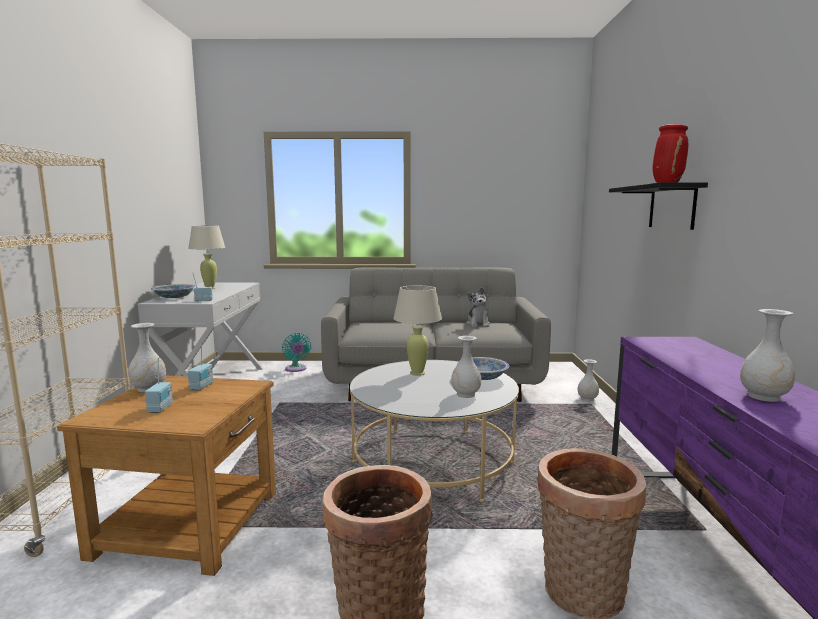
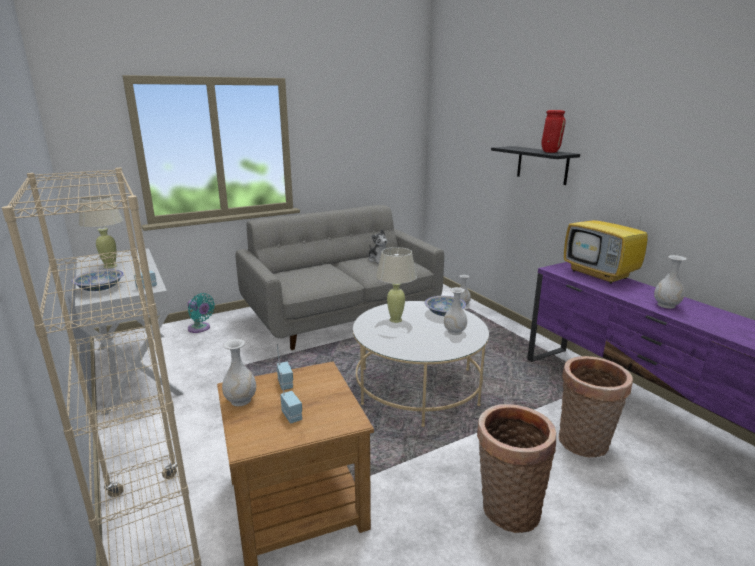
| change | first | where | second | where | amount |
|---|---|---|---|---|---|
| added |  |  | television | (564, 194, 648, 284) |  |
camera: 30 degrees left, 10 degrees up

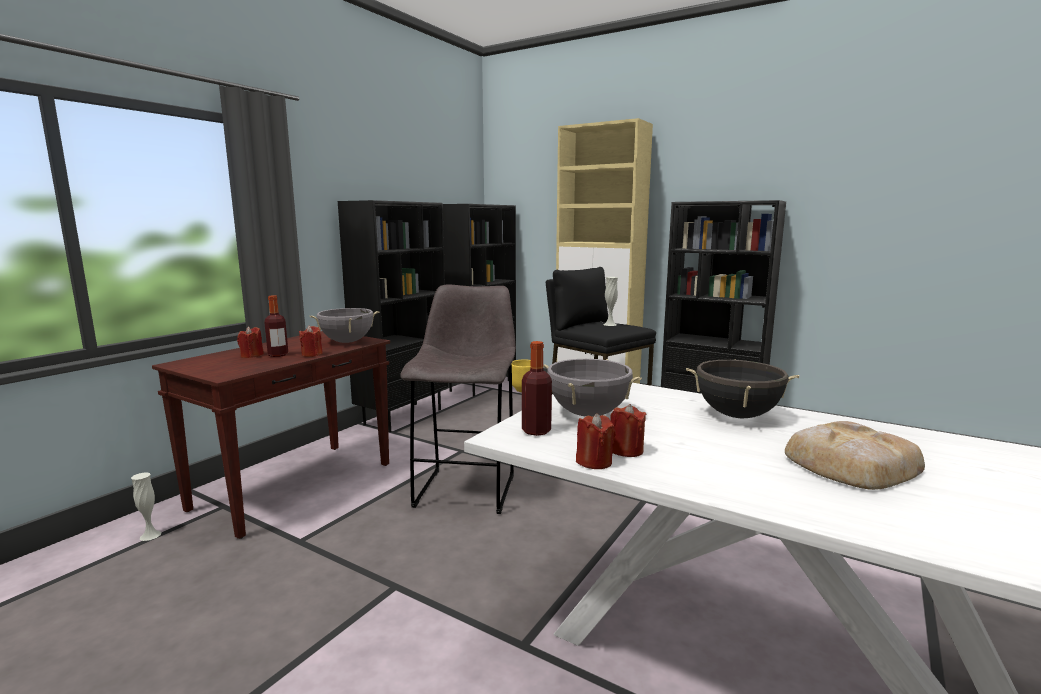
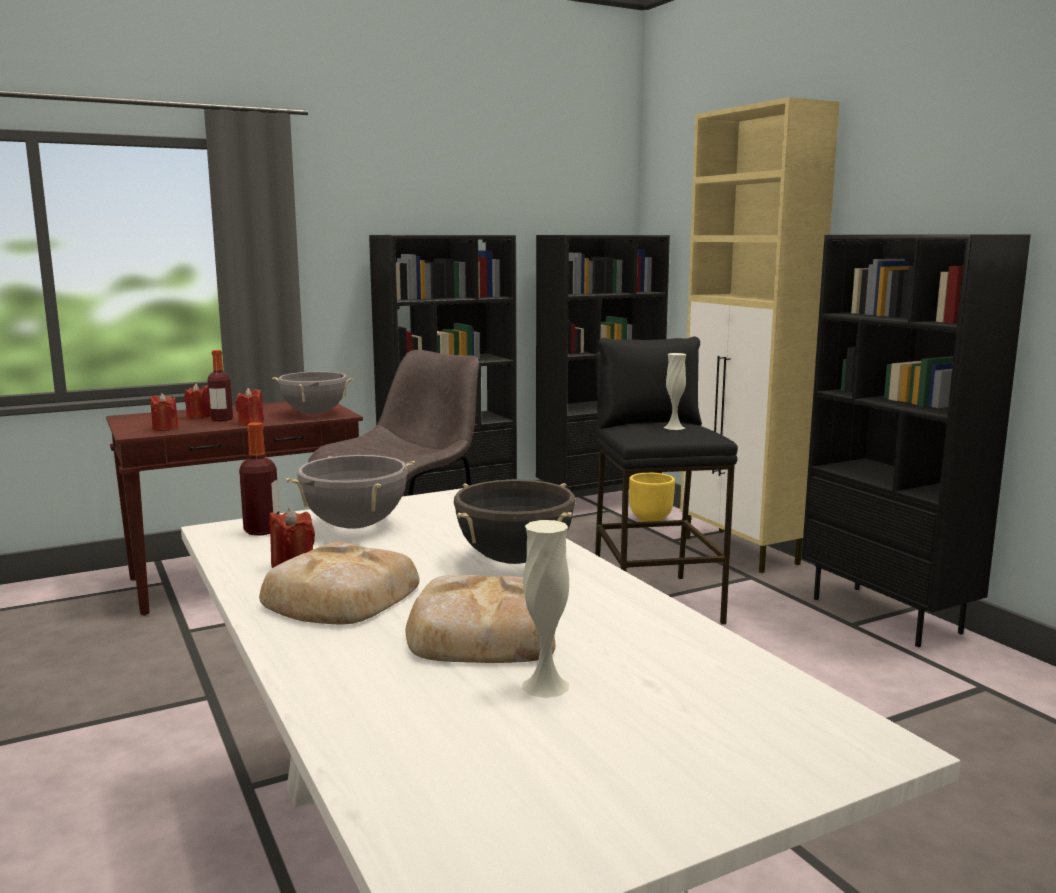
| change | first | where | second | where | amount |
|---|---|---|---|---|---|
| added |  |  | bread | (259, 542, 420, 624) |  |
| moved | vase (white) | (131, 472, 161, 541) |  | (522, 520, 569, 698) |  |
| moved | candle (red) | (576, 413, 616, 469) |  | (150, 393, 178, 431) |  |
camera: 30 degrees right, 0 degrees up

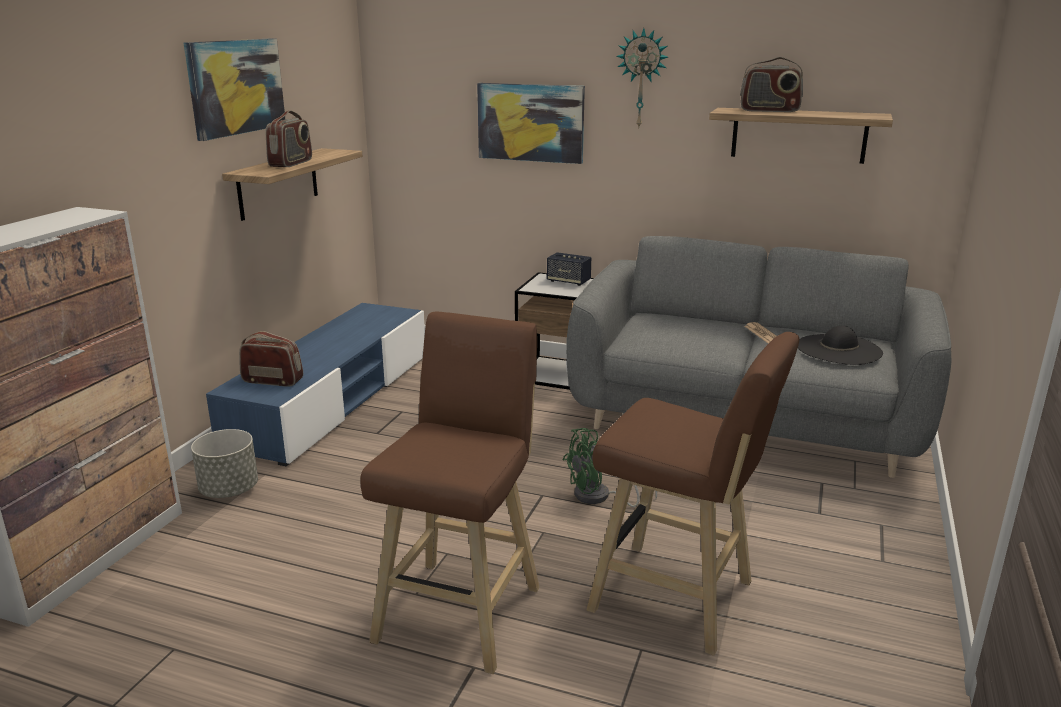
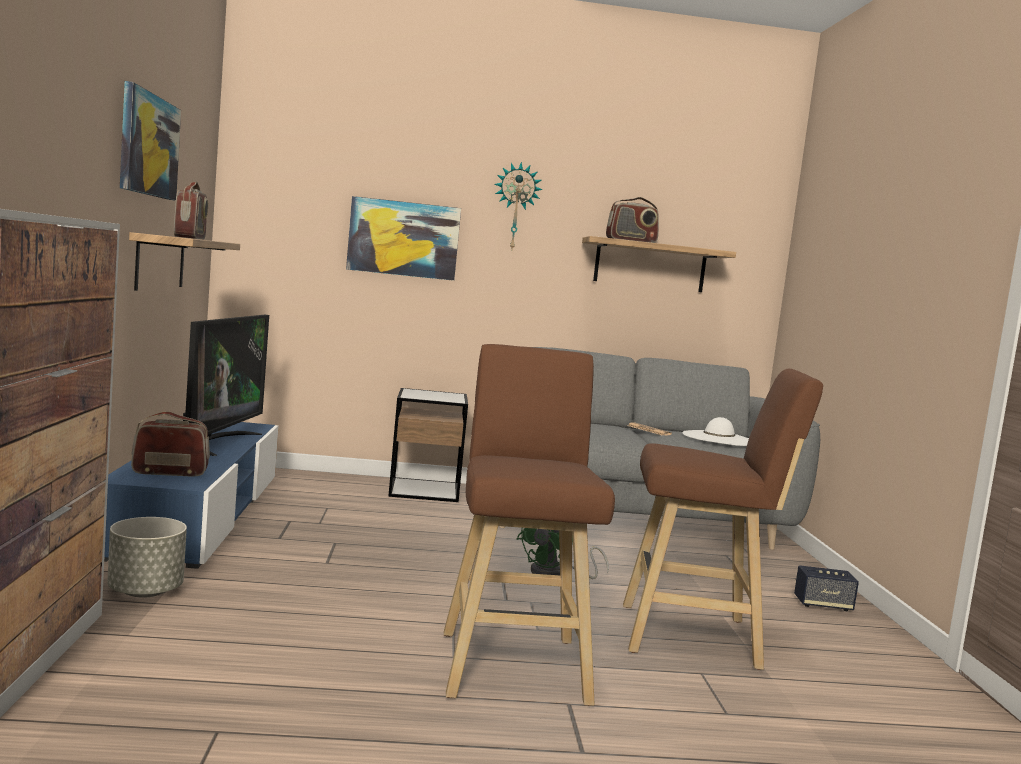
| change | first | where | second | where | amount |
|---|---|---|---|---|---|
| added |  |  | television | (183, 315, 269, 456) |  |
| moved | speaker | (547, 252, 591, 286) |  | (794, 565, 859, 611) |  |
| recoloured | hat (black) | (798, 326, 883, 365) | hat (white) | (682, 417, 749, 446) |  |
camera: 25 degrees left, 15 degrees down

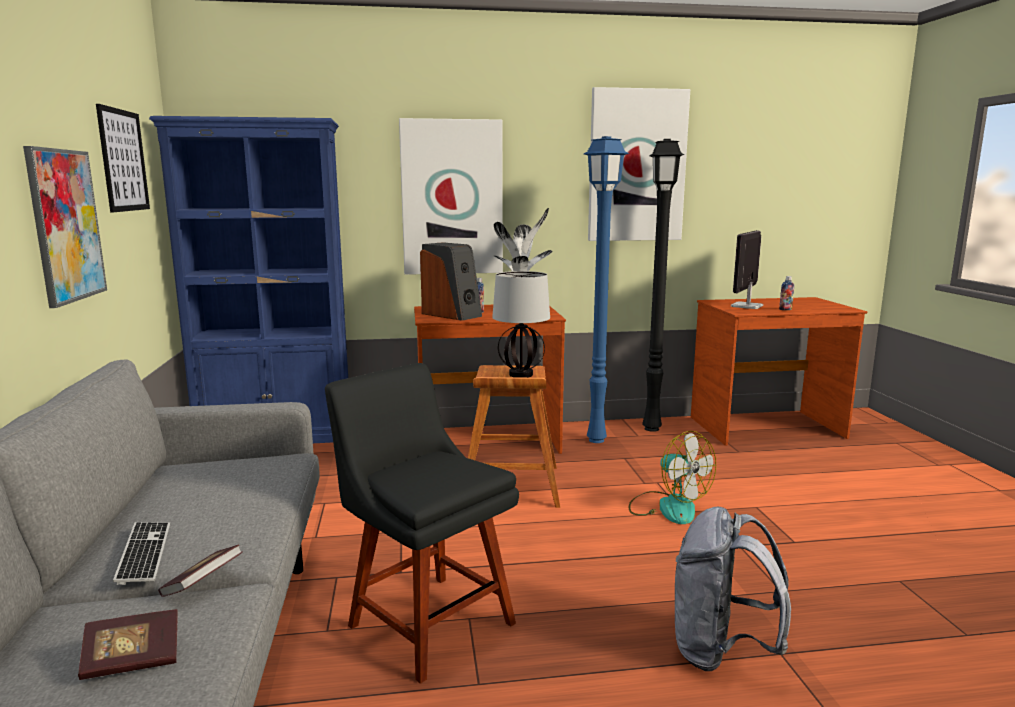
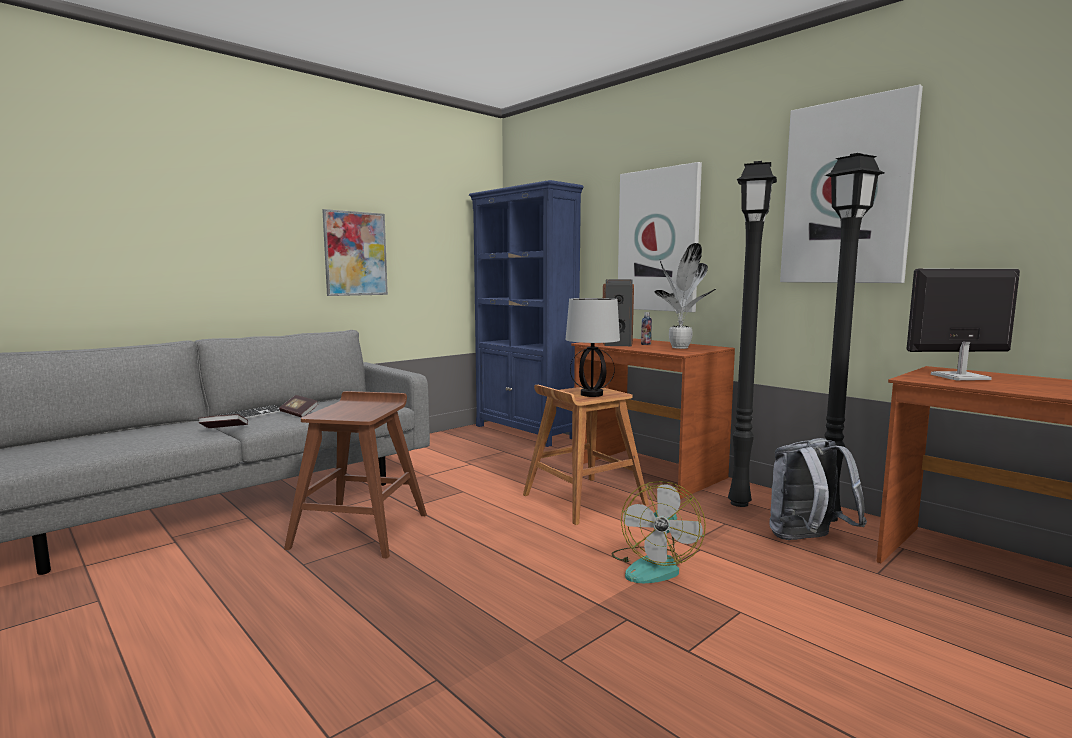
| change | first | where | second | where | amount |
|---|---|---|---|---|---|
| removed | picture | (96, 104, 150, 212) |  |  |  |
| removed | bottle | (779, 276, 794, 310) |  |  |  |
| moved | book | (78, 609, 177, 680) |  | (279, 395, 318, 417) |  |
| moved | backpack (grey) | (675, 507, 791, 671) |  | (769, 438, 867, 540) |  |
| replaced | chair (black) | (325, 363, 519, 684) | stool (brown) | (284, 391, 427, 559) |  |
| recoloured | floor lamp (blue) | (584, 136, 629, 443) | floor lamp (black) | (728, 161, 777, 507) |  |
camera: 55 degrees right, 5 degrees down

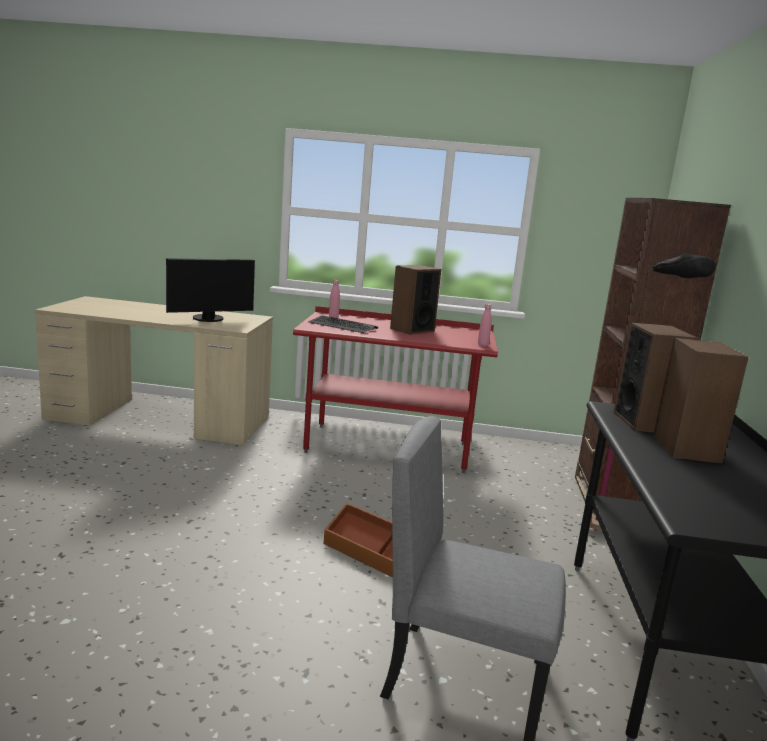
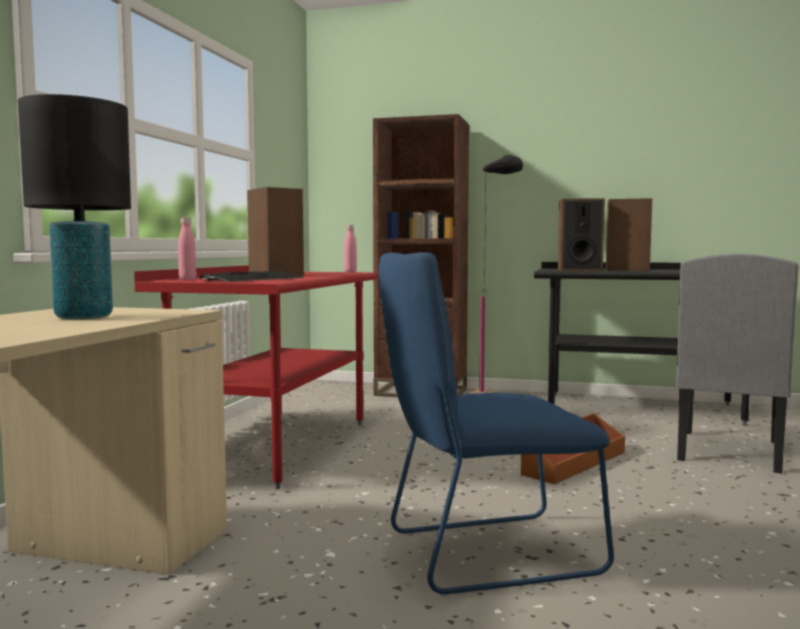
| change | first | where | second | where | amount |
|---|---|---|---|---|---|
| added |  |  | chair (blue) | (379, 252, 614, 594) |  |
| replaced | monitor | (166, 258, 255, 322) | table lamp (black) | (18, 94, 131, 319) |  |
camera: 80 degrees left, 10 degrees down

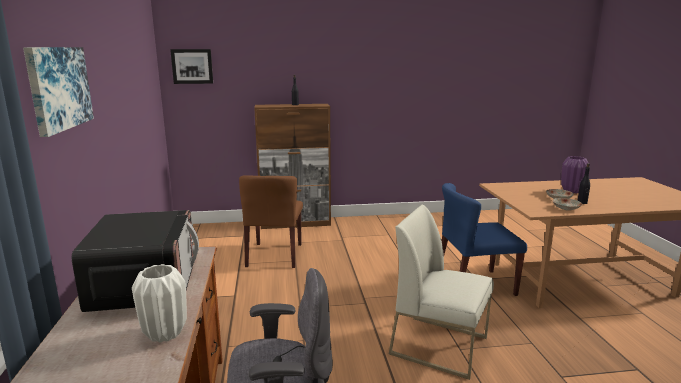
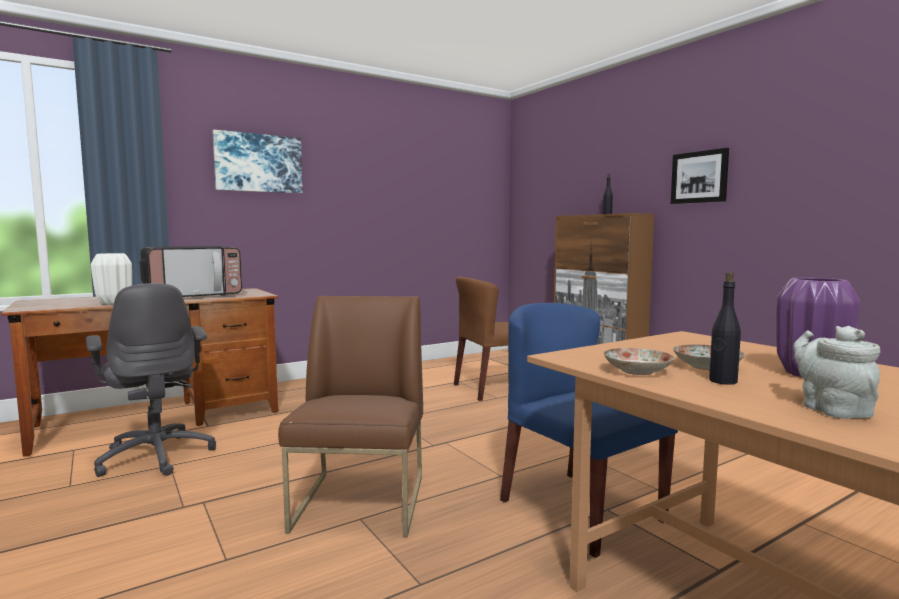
| change | first | where | second | where | amount |
|---|---|---|---|---|---|
| added |  |  | teapot (grey) | (794, 326, 881, 418) |  |
| moved | picture | (170, 49, 213, 84) |  | (671, 148, 729, 204) |  |
| recoloured | chair (white) | (389, 204, 494, 380) | chair (brown) | (278, 296, 423, 537) |  |
camera: 65 degrees right, 10 degrees down

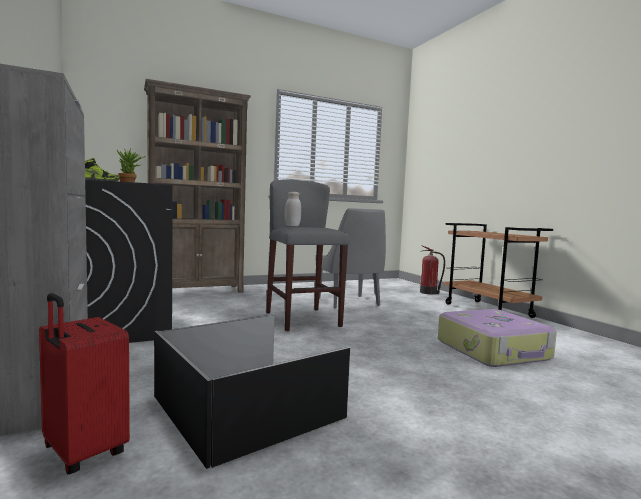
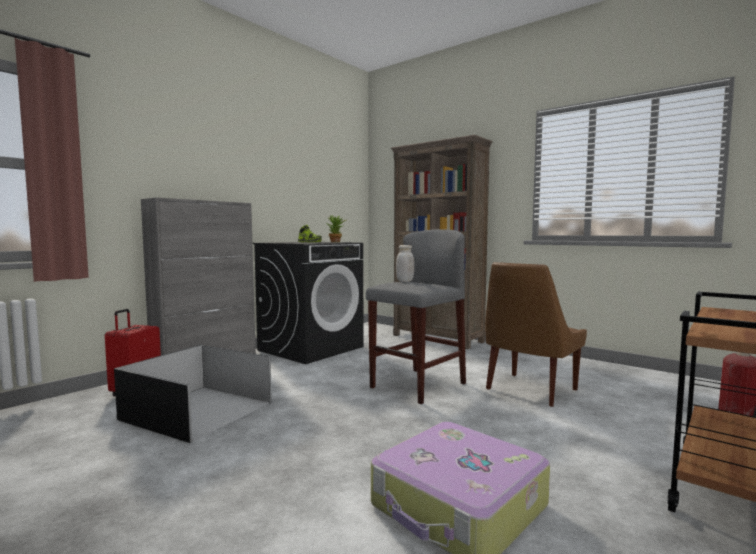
| change | first | where | second | where | amount |
|---|---|---|---|---|---|
| recoloured | chair (grey) | (315, 208, 386, 309) | chair (brown) | (485, 262, 587, 407) |  |
camera: 65 degrees right, 0 degrees up

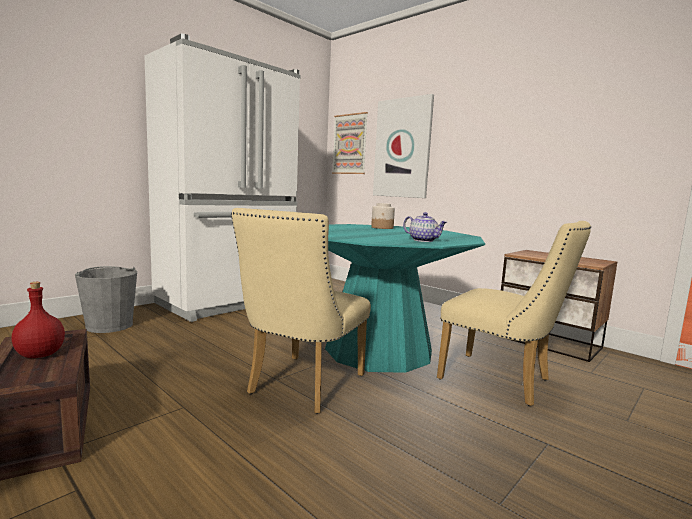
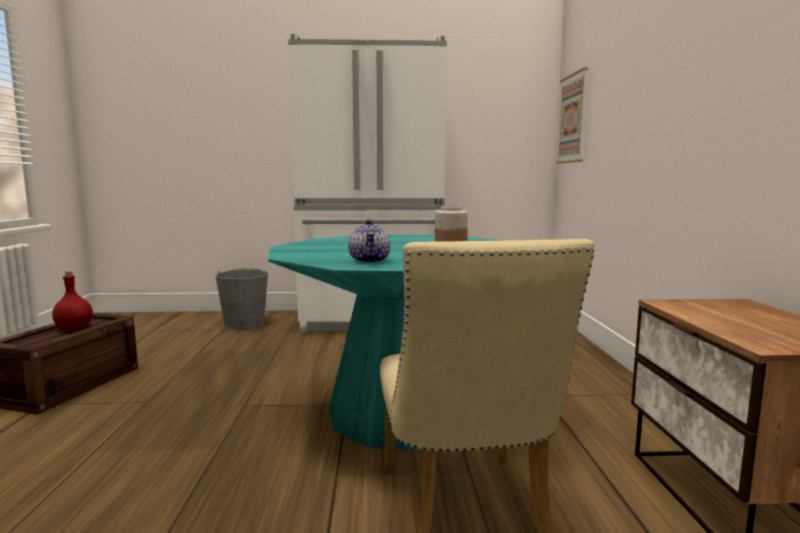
| change | first | where | second | where | amount |
|---|---|---|---|---|---|
| removed | chair (beige) | (231, 208, 371, 414) |  |  |  |
| removed | picture | (373, 94, 434, 198) |  |  |  |
camera: 45 degrees right, 0 degrees up

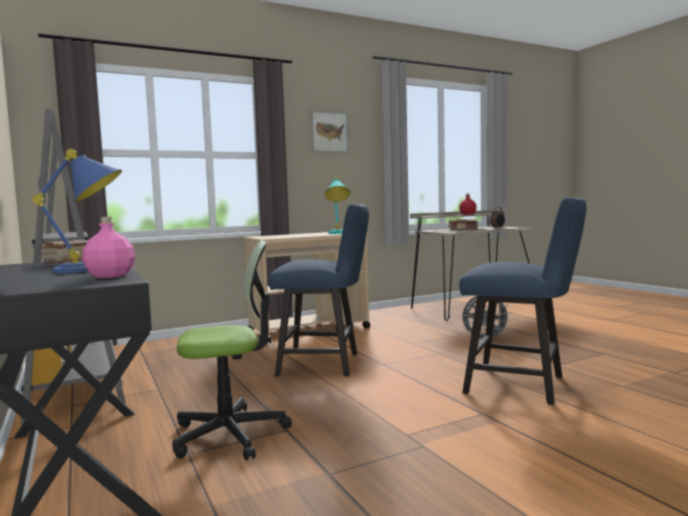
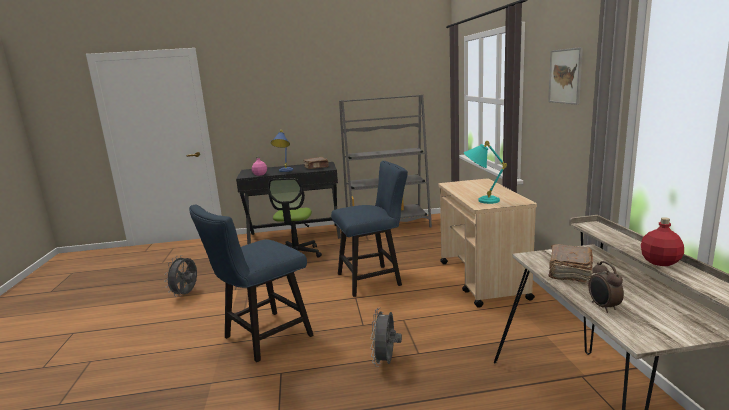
| change | first | where | second | where | amount |
|---|---|---|---|---|---|
| added |  |  | fan (grey) | (164, 255, 197, 297) |  |
| turned | chair (blue) | (268, 204, 369, 376) |  | (331, 161, 408, 297) | 135 degrees counterclockwise |
camera: 110 degrees right, 10 degrees up

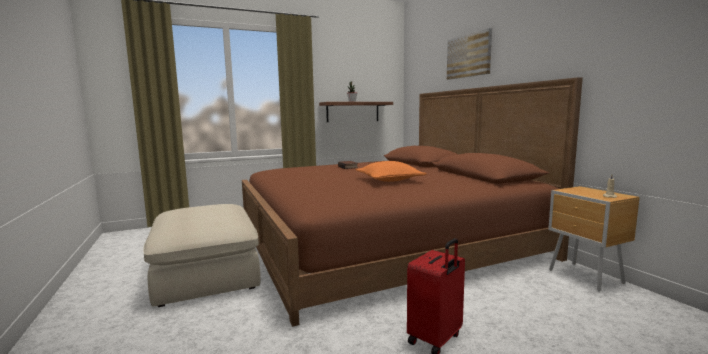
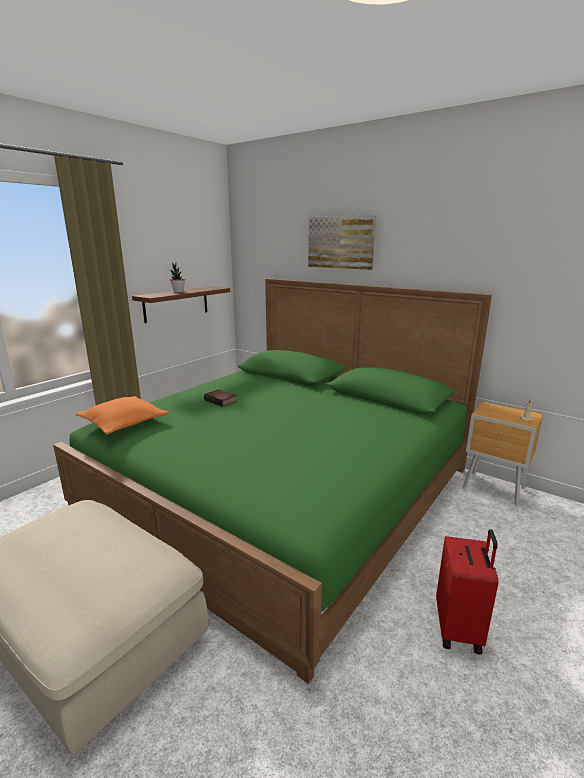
| change | first | where | second | where | amount |
|---|---|---|---|---|---|
| moved | pillow (orange) | (356, 161, 427, 182) |  | (76, 396, 169, 435) |  |
| recoloured | bed (brown) | (242, 77, 583, 327) | bed (green) | (53, 279, 492, 684) |  |
camera: 30 degrees left, 10 degrees up

